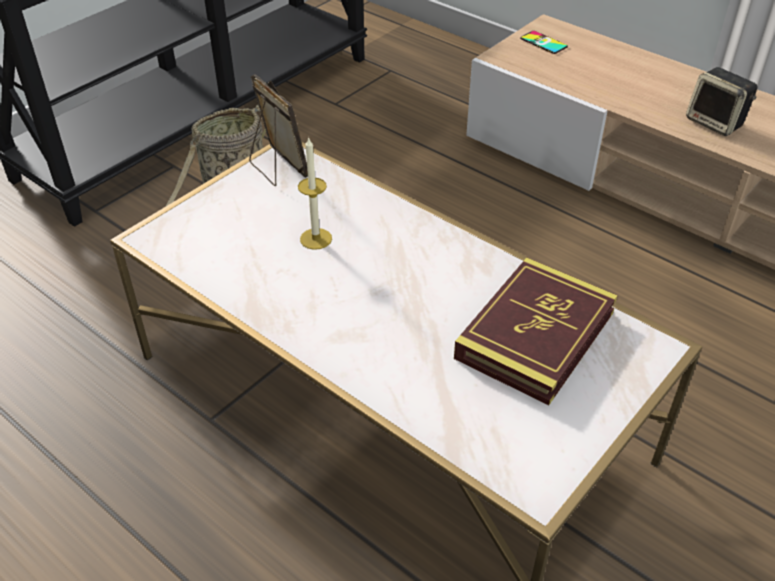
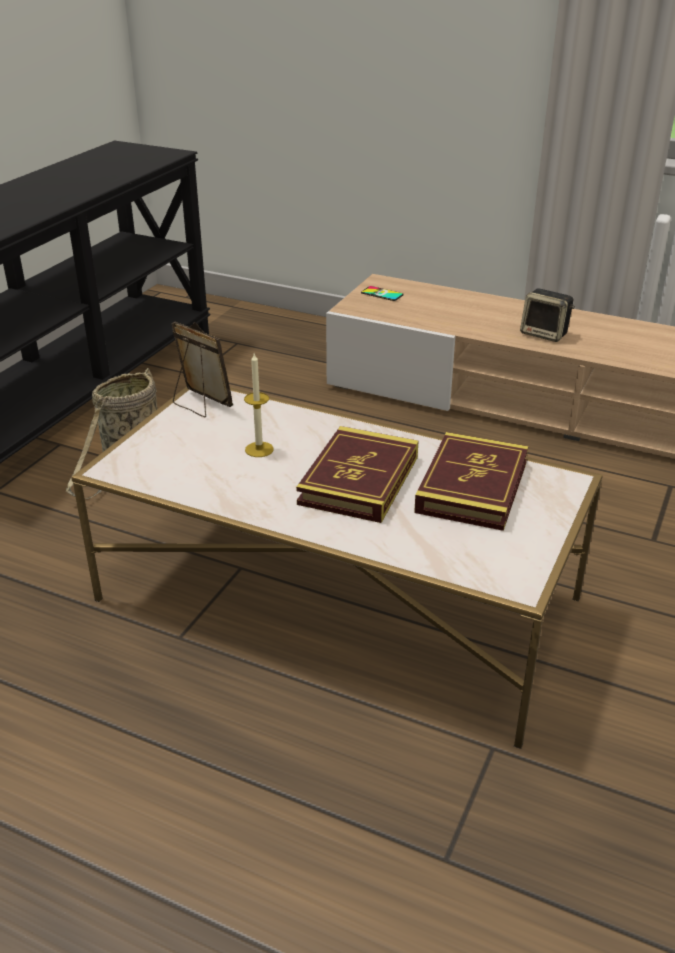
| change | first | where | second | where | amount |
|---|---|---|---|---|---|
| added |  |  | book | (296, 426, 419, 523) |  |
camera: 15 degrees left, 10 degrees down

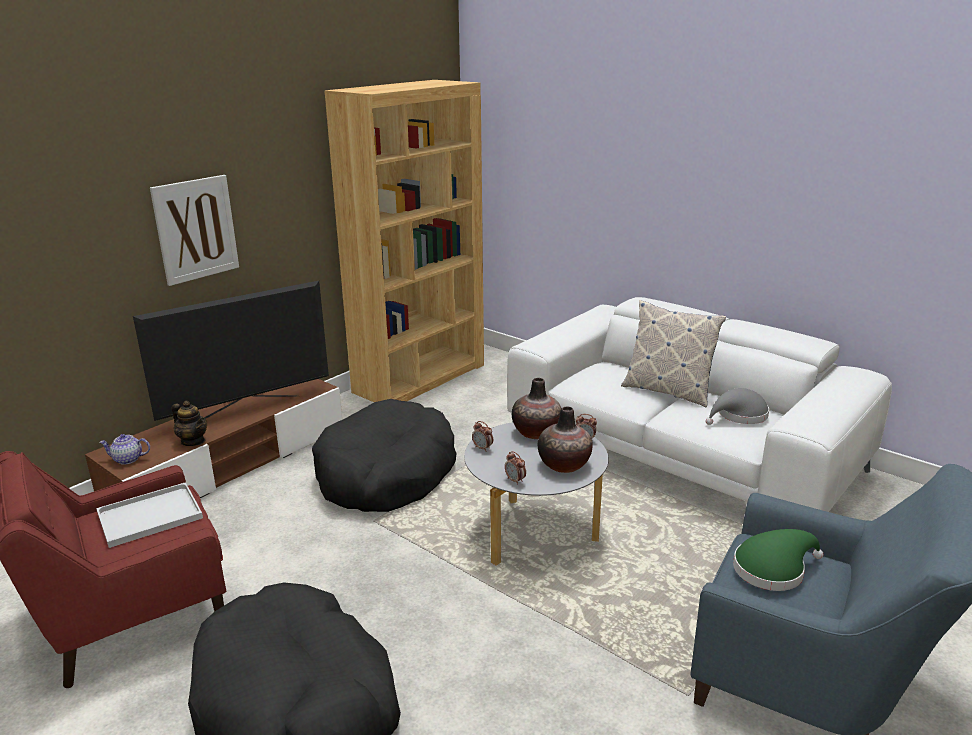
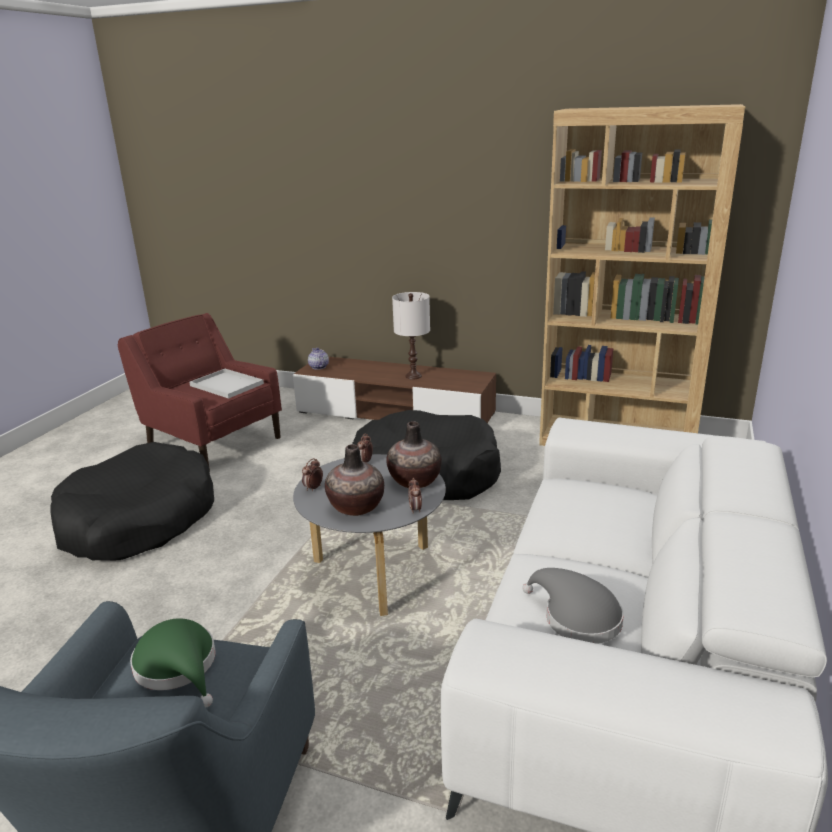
| change | first | where | second | where | amount |
|---|---|---|---|---|---|
| removed | picture | (150, 175, 239, 286) |  |  |  |
| removed | teapot | (172, 401, 207, 446) |  |  |  |
| removed | pillow | (621, 300, 726, 407) |  |  |  |
| replaced | television | (133, 281, 329, 421) | table lamp (white) | (392, 292, 430, 380) |  |
camera: 70 degrees right, 0 degrees up

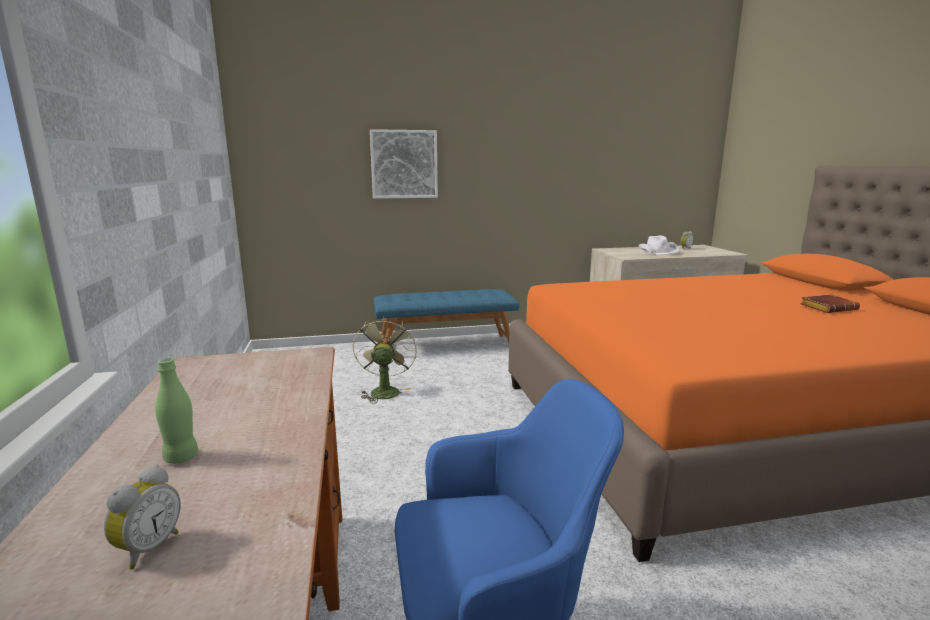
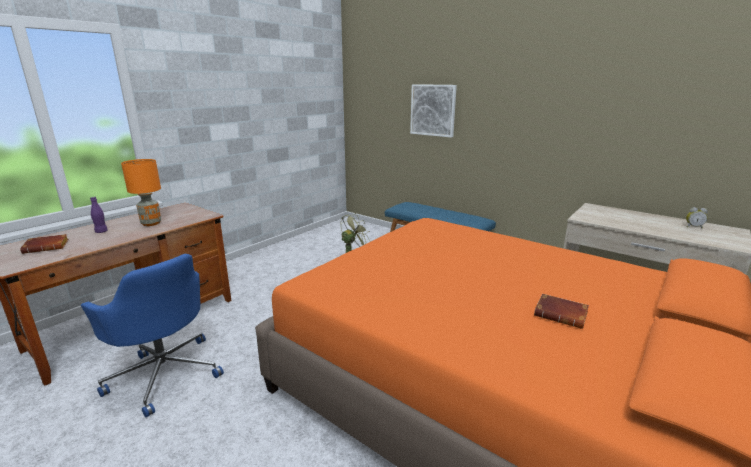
| change | first | where | second | where | amount |
|---|---|---|---|---|---|
| removed | hat (white) | (638, 235, 679, 255) |  |  |  |
| added |  |  | table lamp (orange) | (121, 159, 161, 226) |  |
| replaced | alarm clock | (104, 465, 181, 570) | book (brown) | (20, 234, 68, 254) |  |
| recoloured | bottle (green) | (155, 358, 198, 464) | bottle (purple) | (90, 197, 108, 233) |  |
camera: 50 degrees right, 5 degrees up

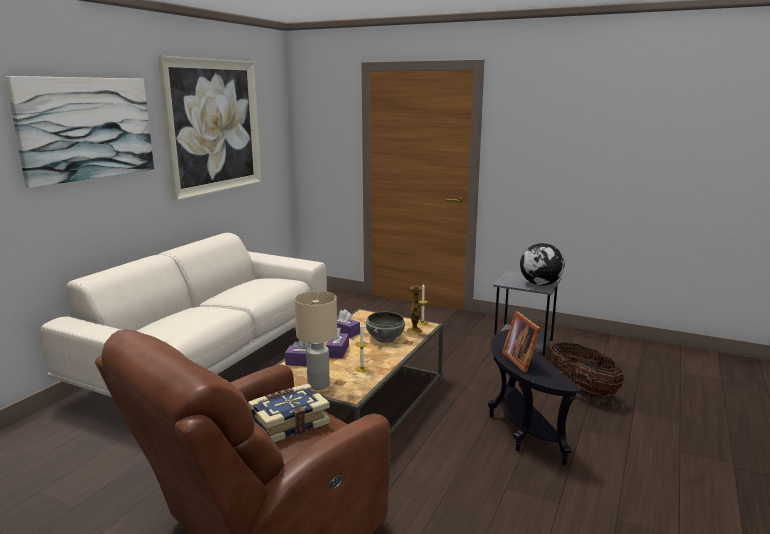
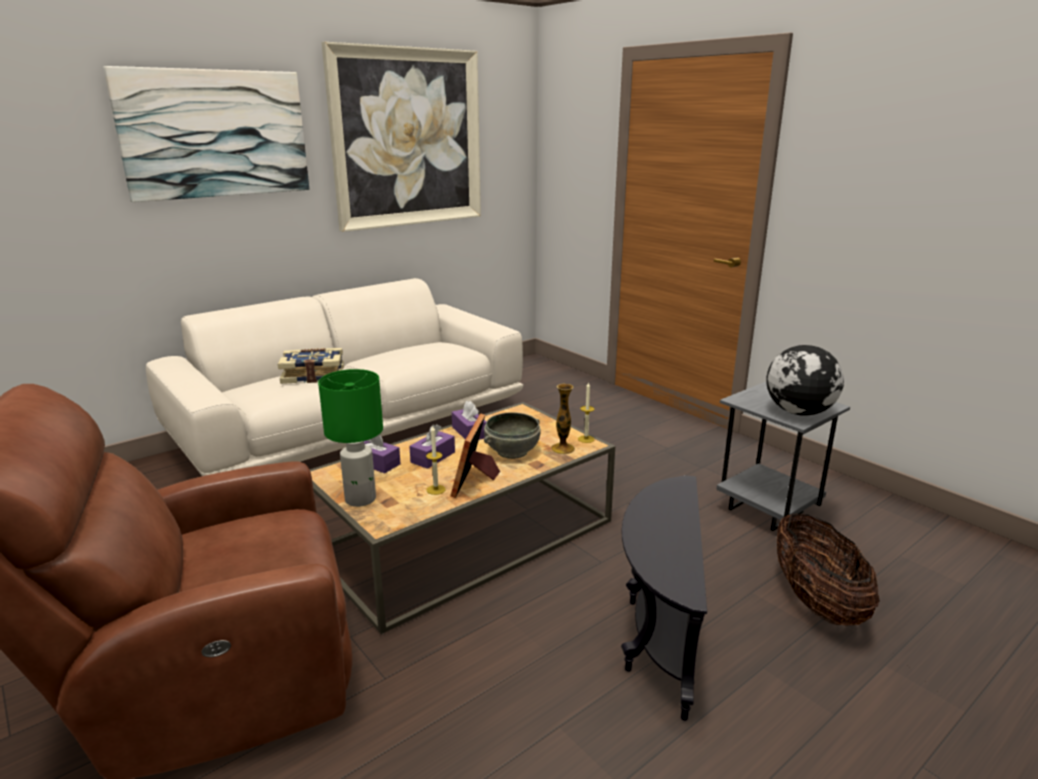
| change | first | where | second | where | amount |
|---|---|---|---|---|---|
| moved | book | (248, 384, 330, 442) |  | (278, 348, 344, 384) |  |
| moved | picture frame | (502, 311, 541, 373) |  | (450, 413, 500, 498) |  |
| recoloured | table lamp (beige) | (294, 291, 337, 390) | table lamp (green) | (318, 369, 383, 507) |  |
camera: 25 degrees right, 5 degrees up

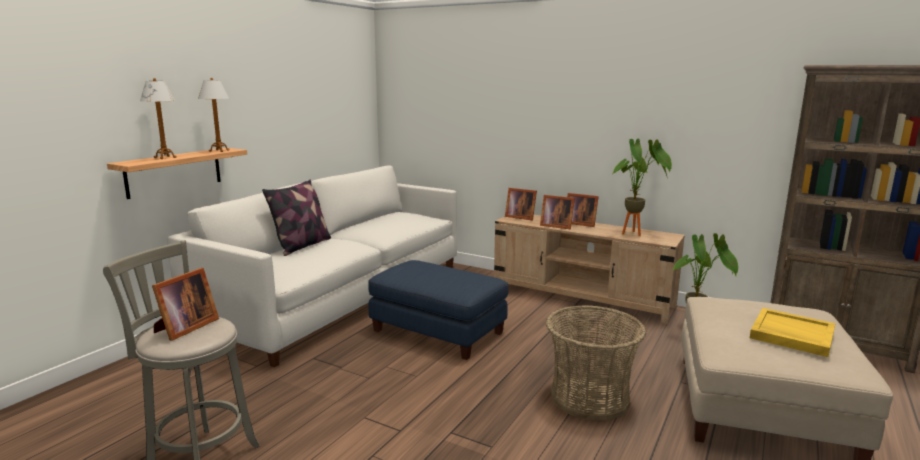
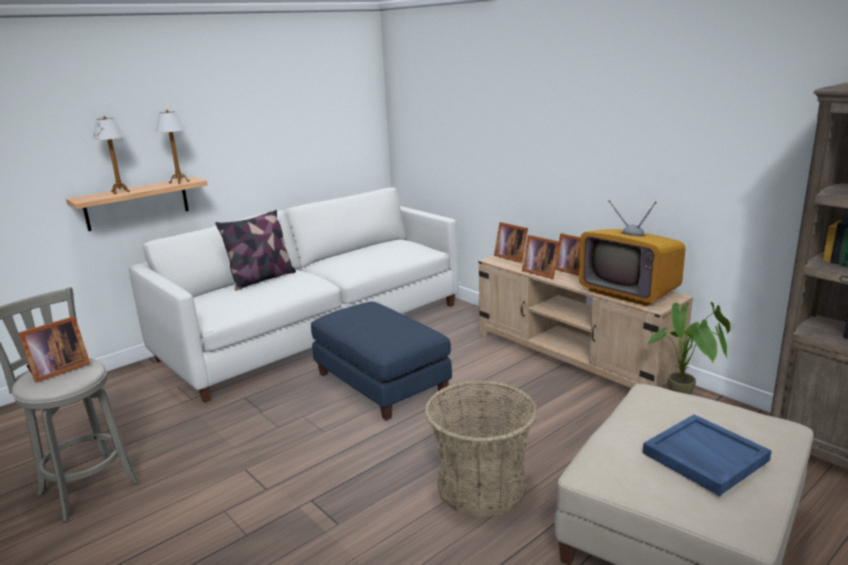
| change | first | where | second | where | amount |
|---|---|---|---|---|---|
| replaced | potted plant | (611, 138, 672, 236) | television | (579, 200, 685, 306) |  |
| recoloured | tray (yellow) | (750, 308, 836, 357) | tray (blue) | (643, 414, 772, 496) |  |
camera: 20 degrees right, 5 degrees up

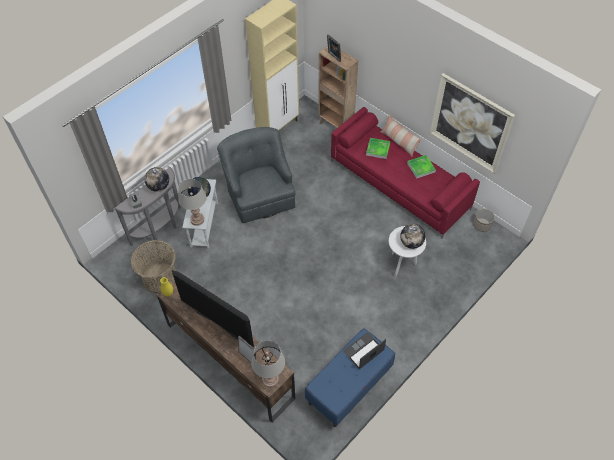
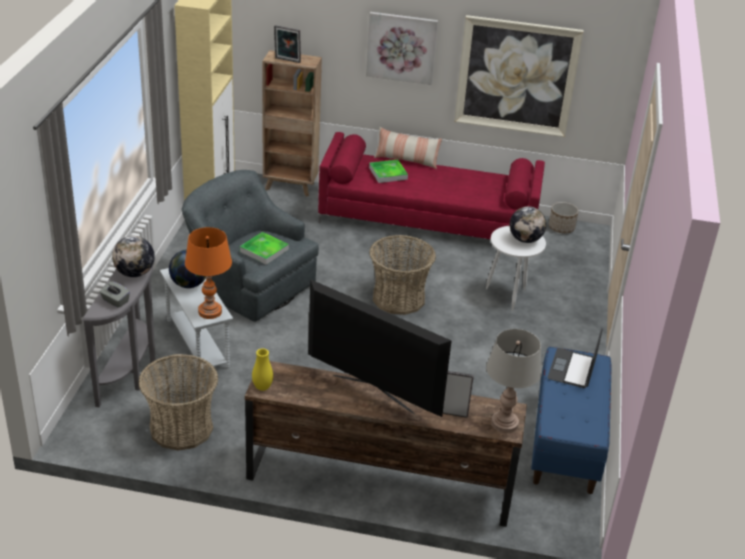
| change | first | where | second | where | amount |
|---|---|---|---|---|---|
| added |  |  | picture | (366, 12, 438, 85) |  |
| added |  |  | basket | (369, 235, 436, 315) |  |
| moved | tray | (407, 155, 436, 179) |  | (240, 232, 289, 265) |  |
| recoloured | table lamp (grey) | (178, 179, 207, 226) | table lamp (orange) | (185, 227, 232, 319) |  |
| turned | television | (172, 270, 254, 347) |  | (308, 279, 452, 417) | 150 degrees counterclockwise |
camera: 35 degrees left, 20 degrees down

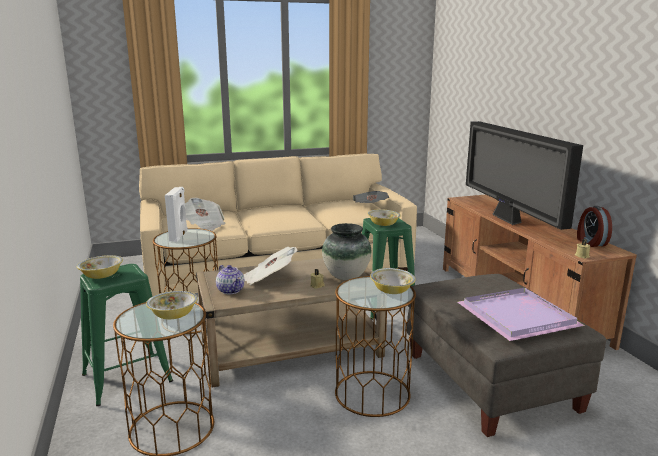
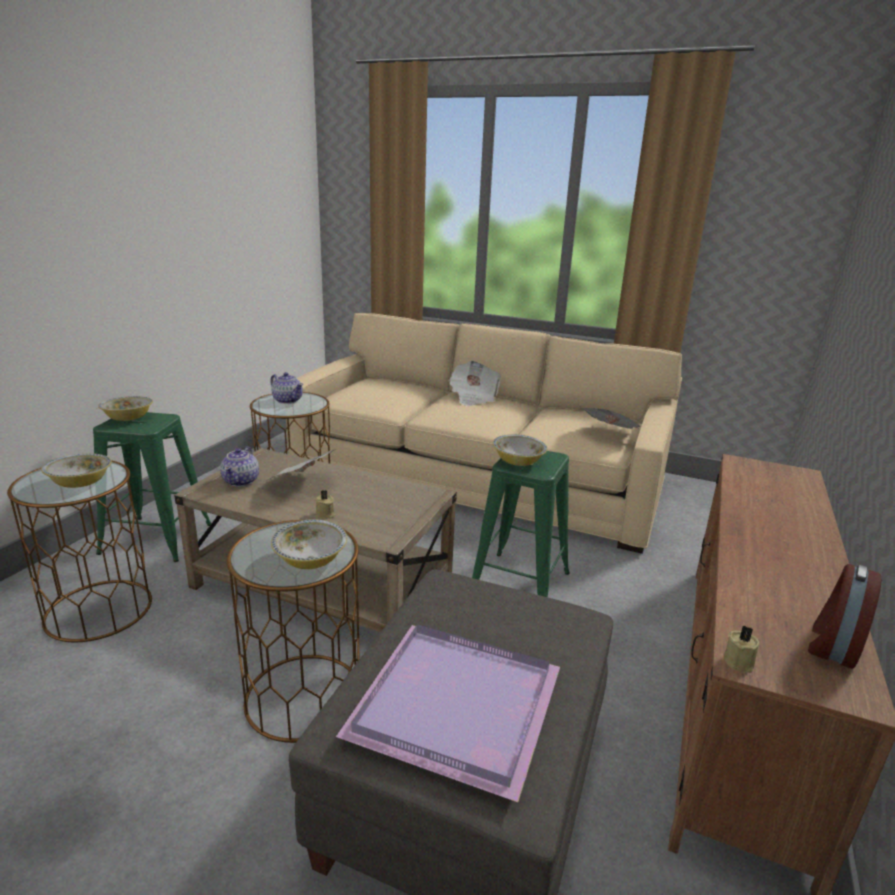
| change | first | where | second | where | amount |
|---|---|---|---|---|---|
| removed | vase | (322, 223, 372, 280) |  |  |  |
| removed | television | (466, 121, 583, 230) |  |  |  |
| moved | newspaper | (185, 198, 226, 231) |  | (449, 360, 501, 406) |  |
| replaced | speaker (white) | (165, 187, 188, 242) | teapot | (270, 372, 303, 404) |  |
camera: 40 degrees right, 5 degrees up

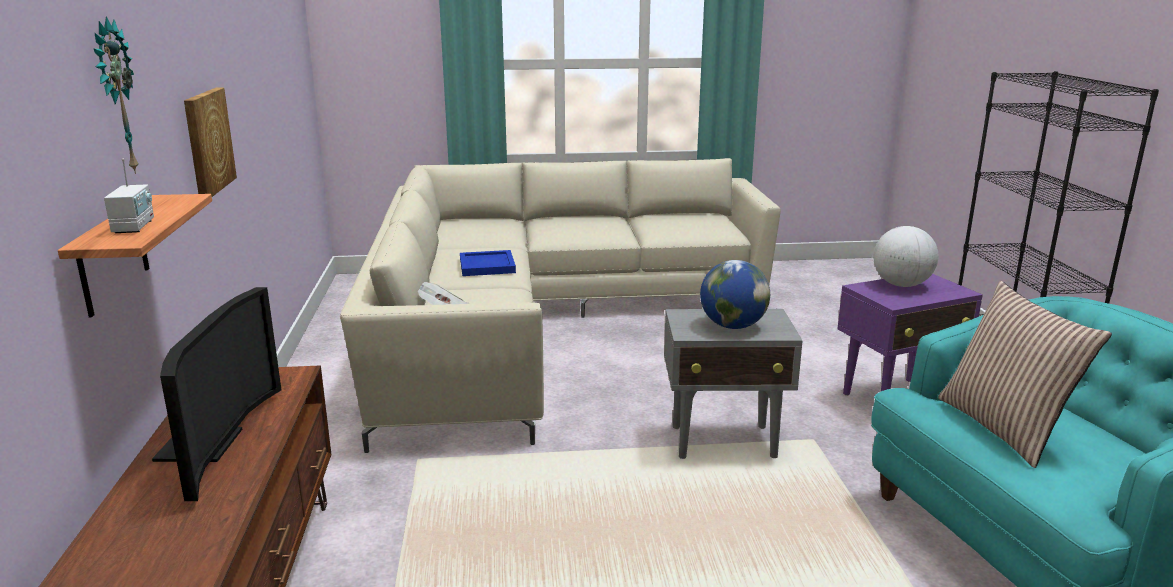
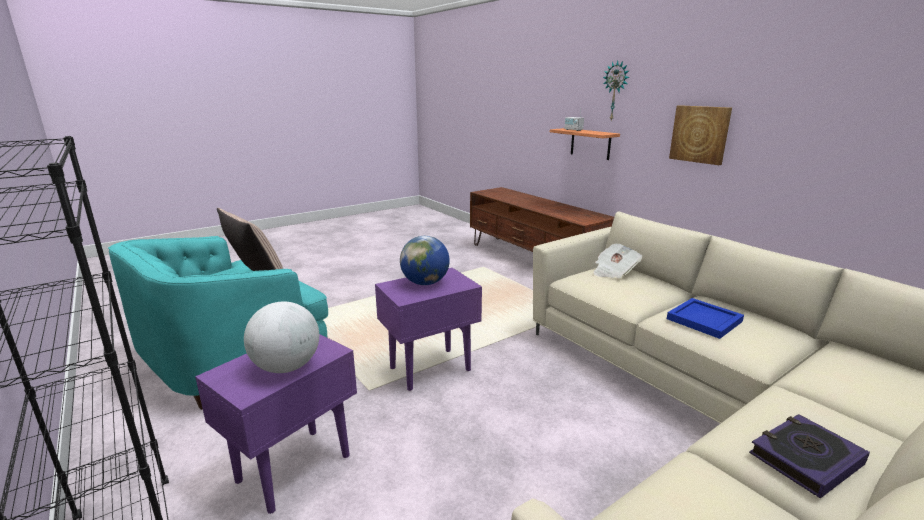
| change | first | where | second | where | amount |
|---|---|---|---|---|---|
| removed | television | (152, 287, 281, 501) |  |  |  |
| added |  |  | book | (749, 414, 870, 498) |  |
| recoloured | side table (grey) | (664, 309, 803, 459) | side table (purple) | (375, 268, 482, 391) |  |
camera: 150 degrees right, 0 degrees up

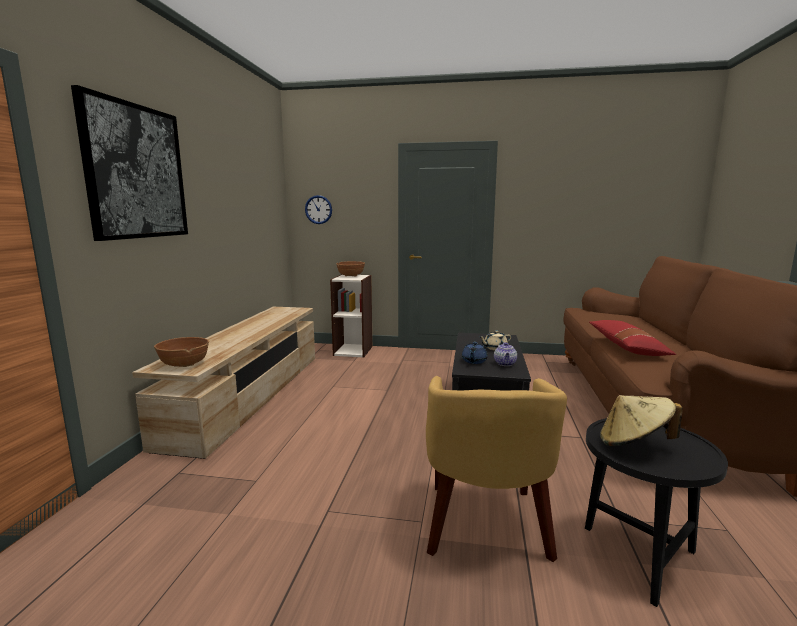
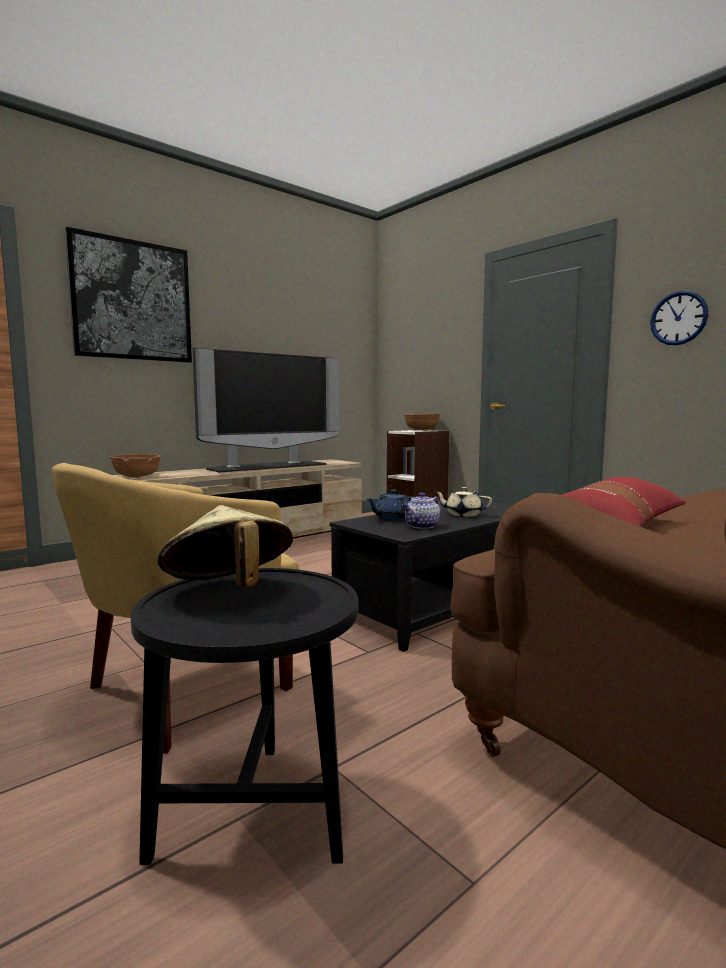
| change | first | where | second | where | amount |
|---|---|---|---|---|---|
| added |  |  | television | (192, 348, 340, 472) |  |
| moved | wall clock | (305, 195, 332, 224) |  | (650, 291, 709, 345) |  |
camera: 40 degrees right, 5 degrees down

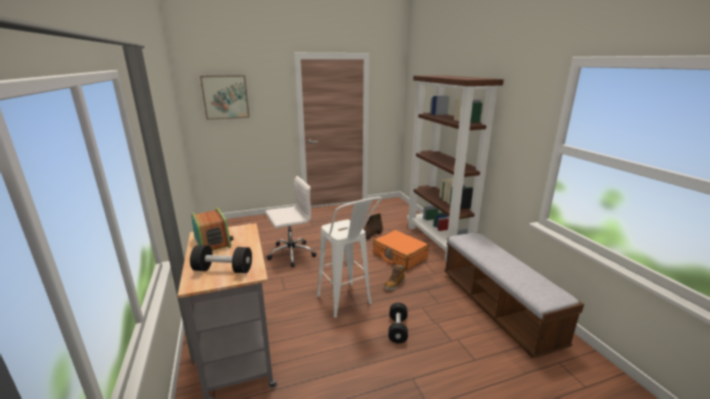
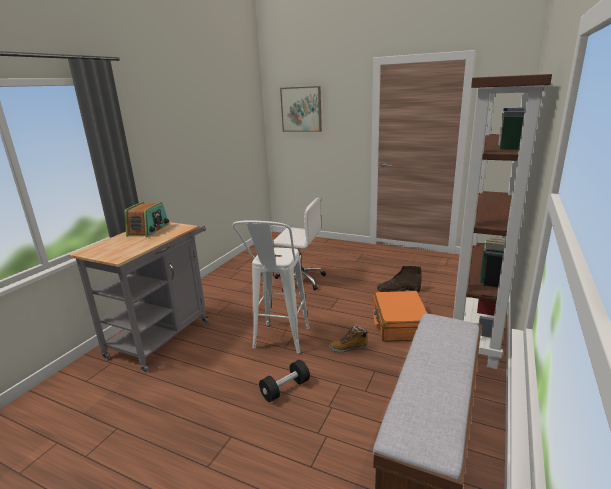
| change | first | where | second | where | amount |
|---|---|---|---|---|---|
| removed | dumbbell (black) | (190, 245, 252, 273) |  |  |  |
camera: 45 degrees right, 0 degrees up

